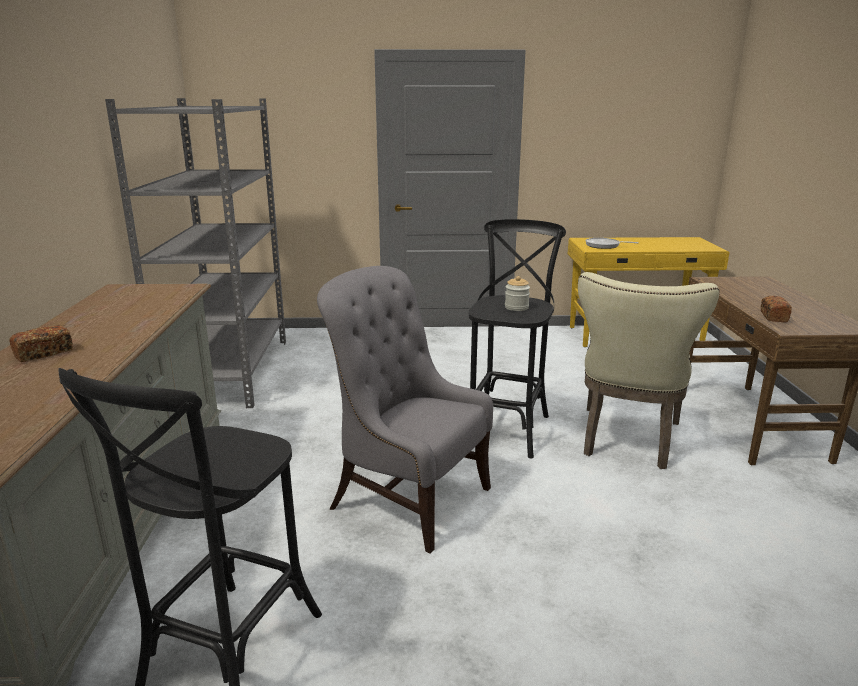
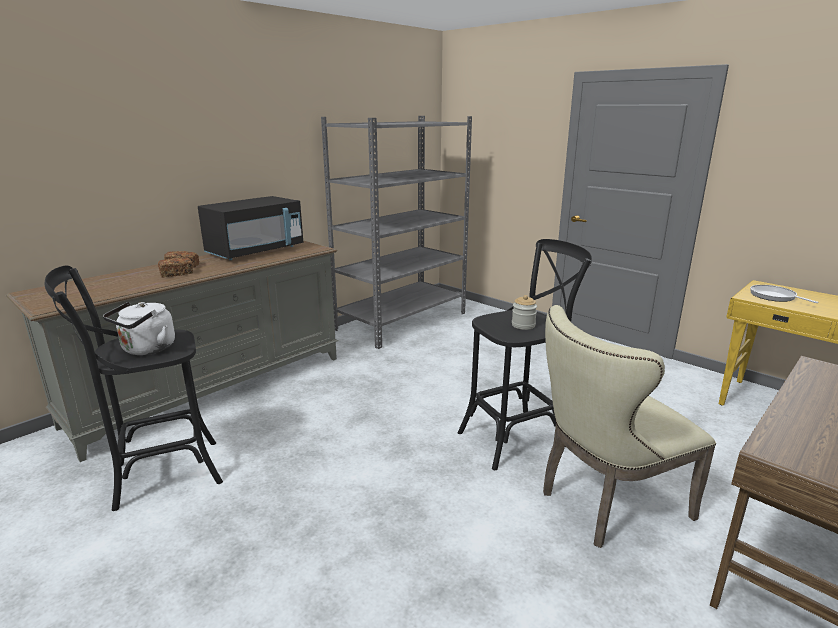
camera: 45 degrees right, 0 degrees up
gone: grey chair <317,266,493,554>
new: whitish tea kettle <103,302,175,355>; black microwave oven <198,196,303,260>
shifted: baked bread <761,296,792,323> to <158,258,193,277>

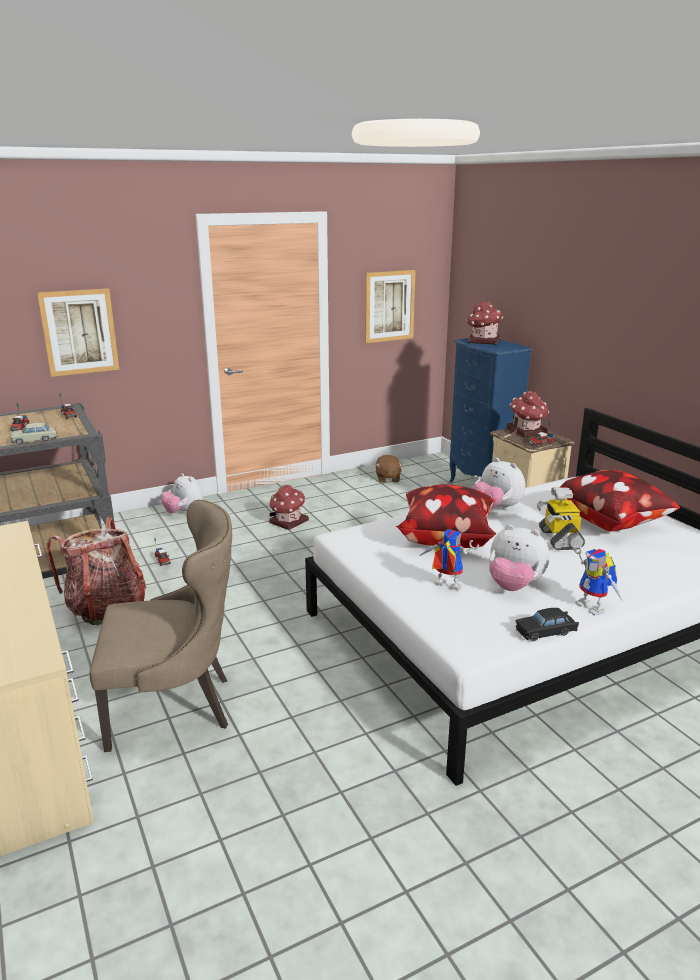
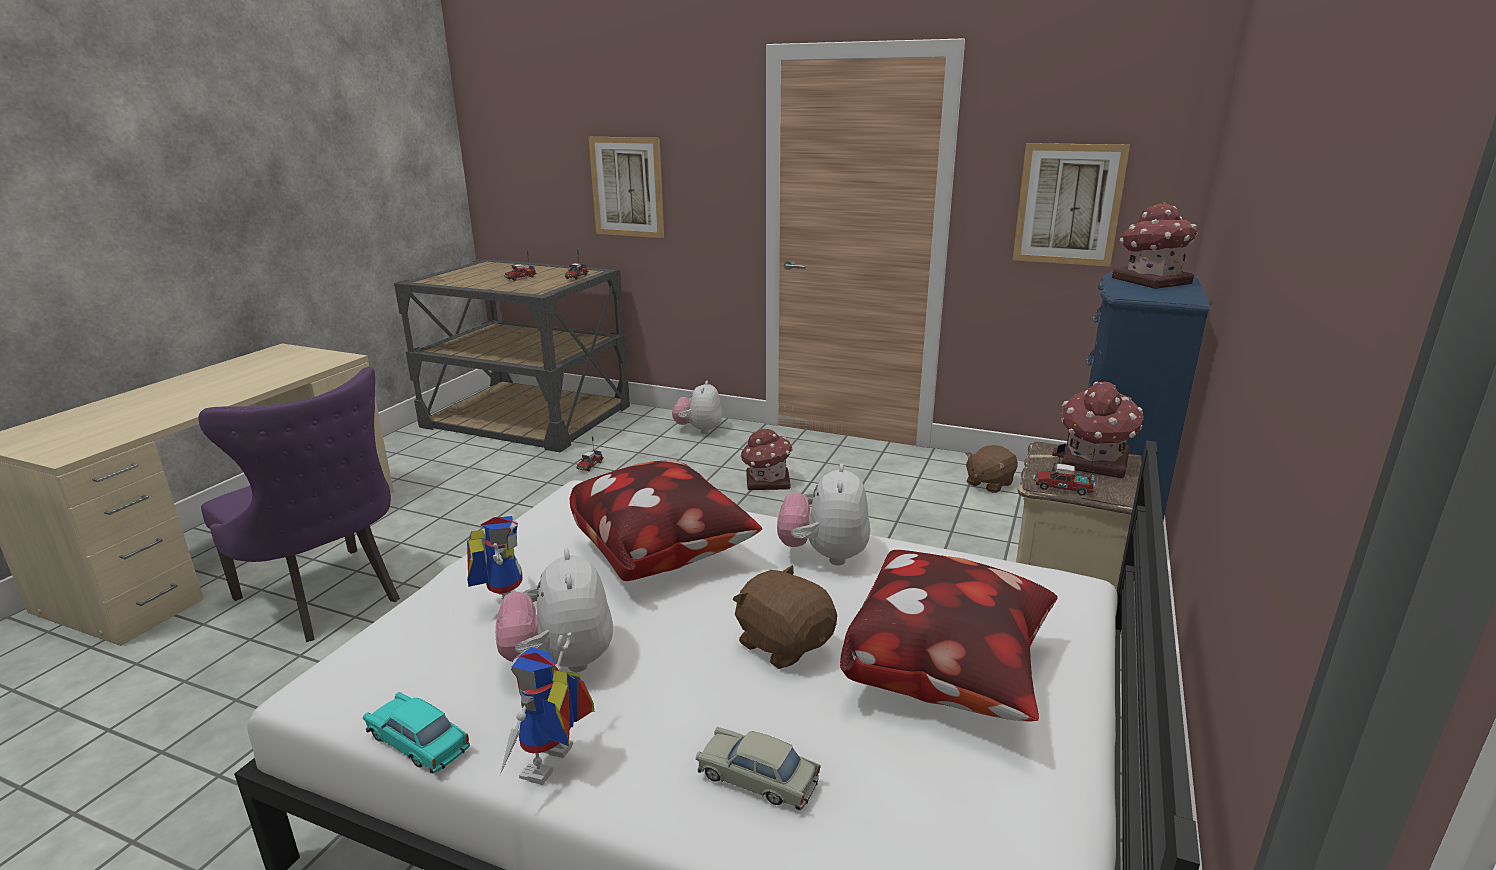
camera: 50 degrees right, 0 degrees up
gone: knapsack <47,516,146,625>
shifted: beige toy car <11,423,57,445> to <696,727,821,810>
swapped: model robot <537,487,585,550> to brown plush toy <733,565,837,669>
repainted: beige chair <90,500,232,752> to purple chair <199,367,400,642>; black toy car <516,608,579,641> to turquoise toy car <363,692,470,774>

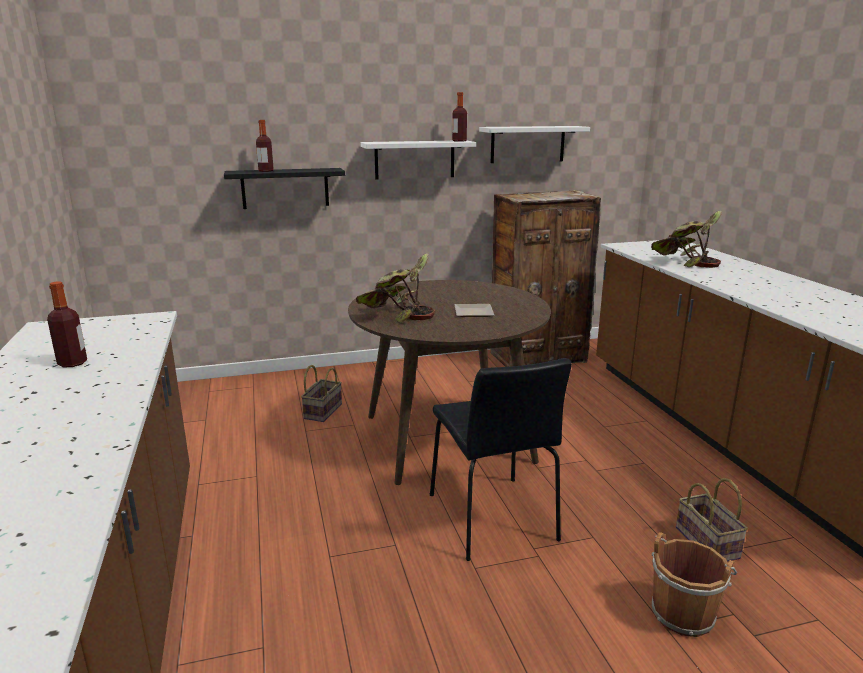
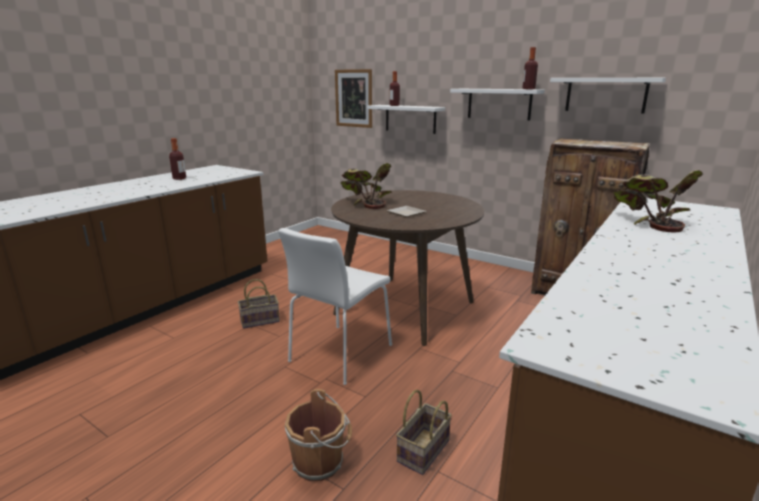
camera: 50 degrees right, 0 degrees up
new: wall picture <335,69,372,128>
shifted: storage basket <301,365,342,422> to <238,279,280,329>
repainted: black chair <430,358,572,561> to whitish chair <278,228,392,385>; black bracket shelf <224,168,345,209> to whitish bracket shelf <367,105,445,134>

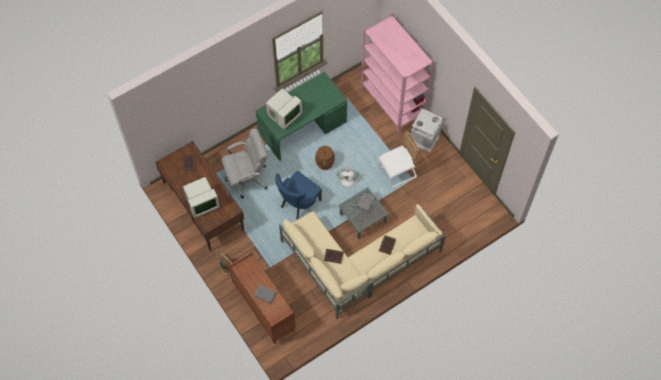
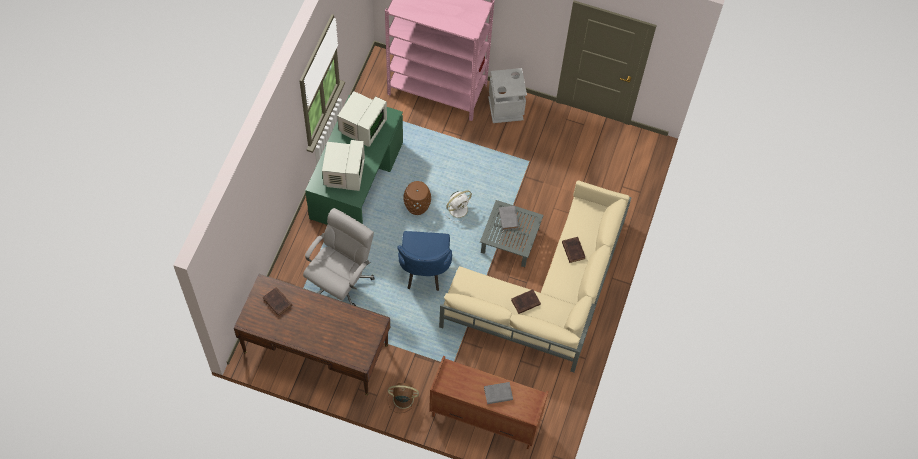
camera: 40 degrees left, 0 degrees up
gone: whitish chair <379,131,419,188>
shifted: monitor <183,177,220,218> to <337,91,387,147>

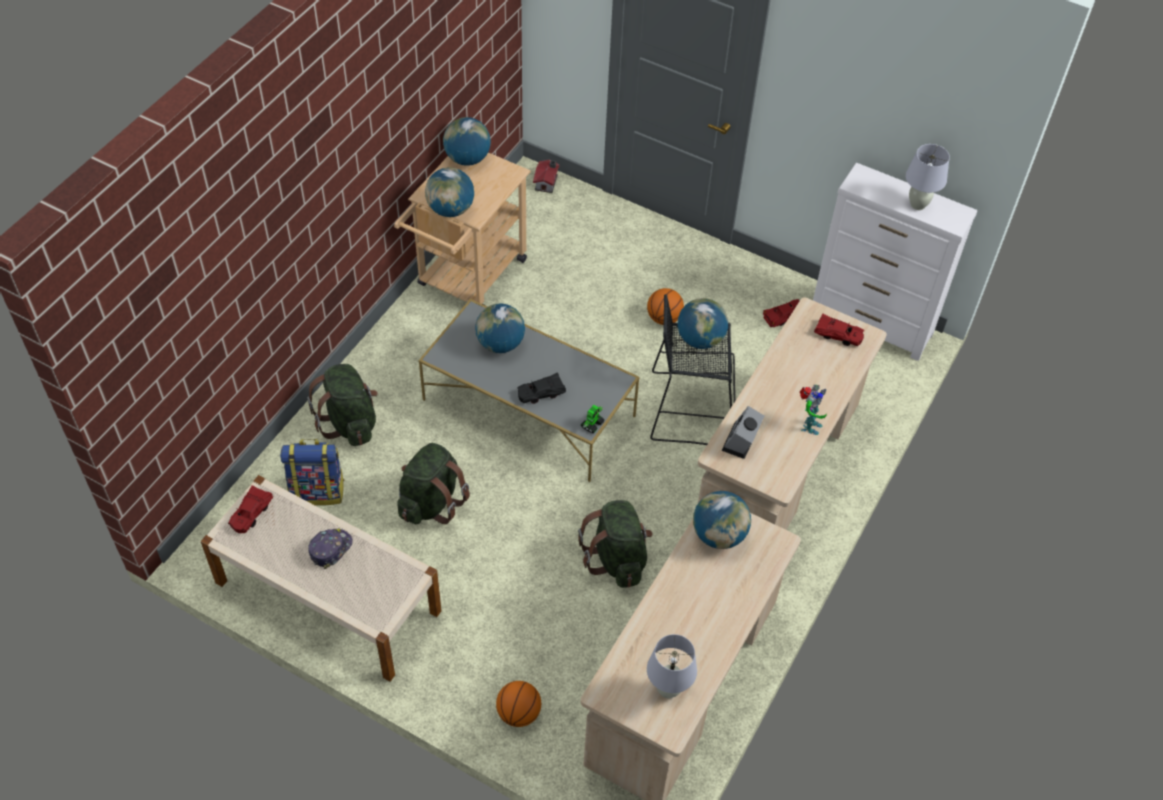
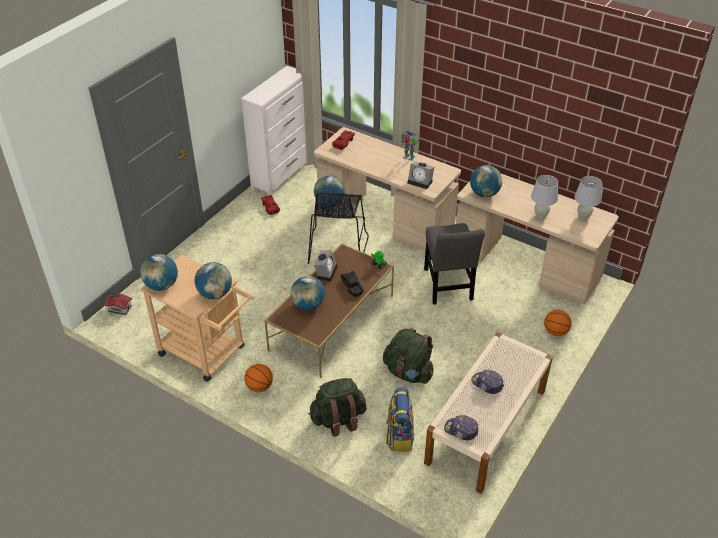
camera: 85 degrees left, 10 degrees down
new: alarm clock <314,250,338,281>
shifted: basketball <647,288,684,325> to <244,364,273,392>; whitish lamp for a table <905,144,950,210> to <531,175,558,219>
swapped: green knapsack <578,500,653,588> to grey chair <424,223,485,305>; red toy car <228,485,273,533> to baseball cap <444,415,479,440>
repainted: grey low table <418,299,640,482> to brown low table <264,244,394,378>

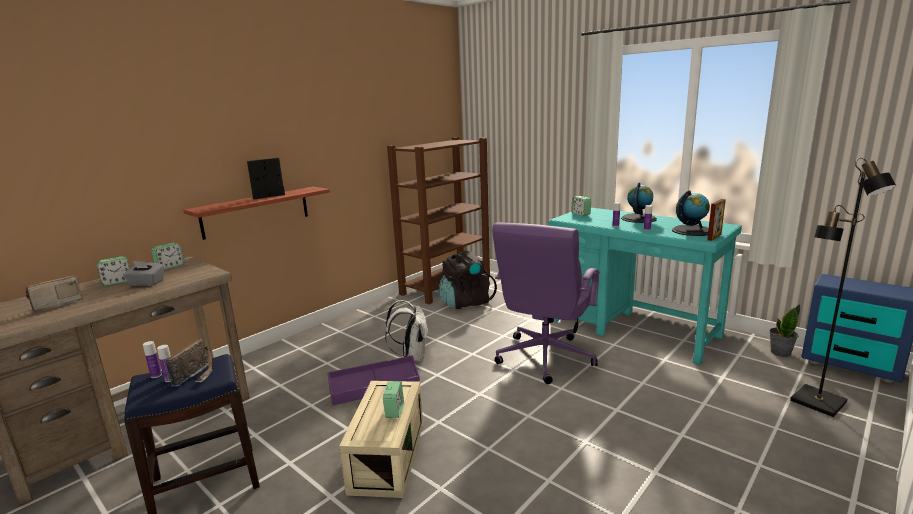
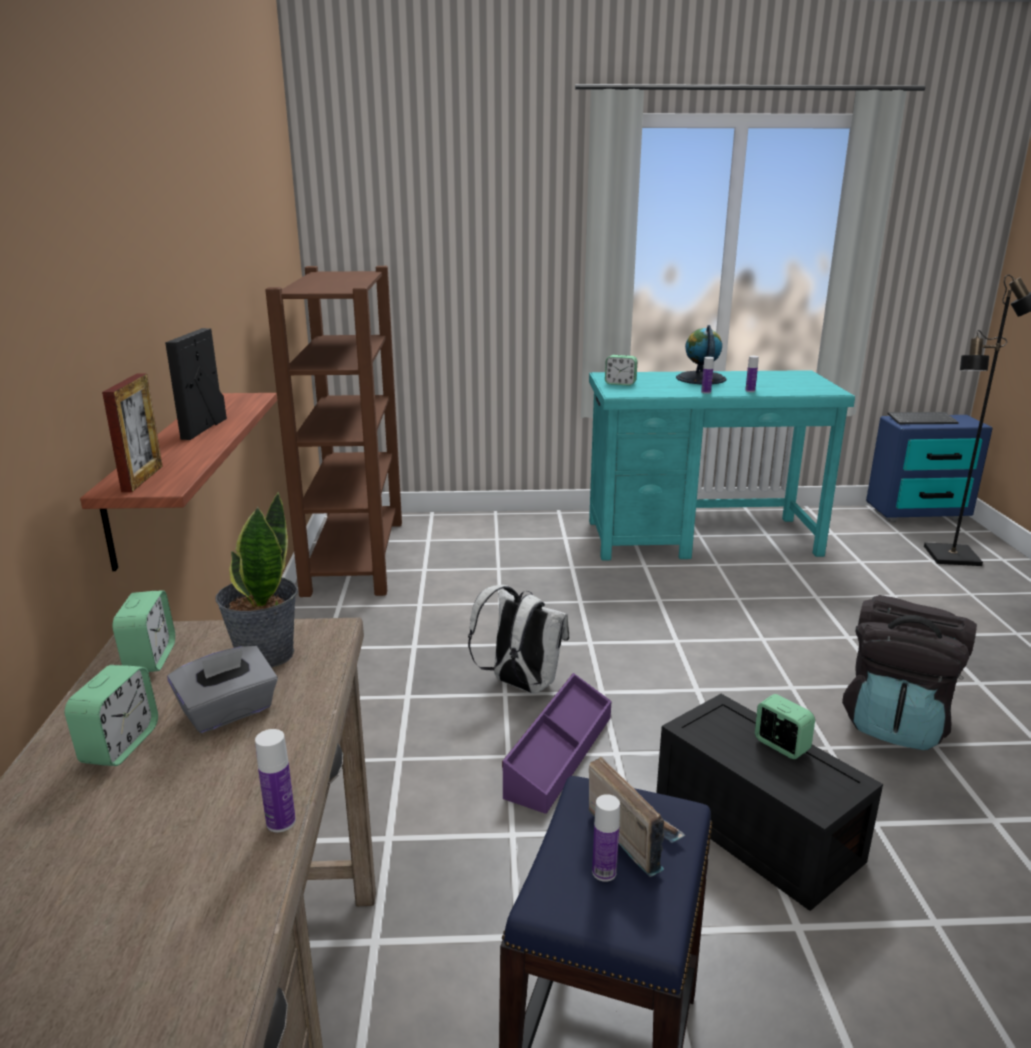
camera: 45 degrees left, 5 degrees up
gone: radio receiver <26,275,84,312>; purple office chair <492,222,600,384>; globe <672,190,710,236>
new: PC keyboard <888,412,959,424>
shifted: photo frame <707,199,726,241> to <102,374,163,492>; houseplant <769,304,800,357> to <215,491,298,668>; beverage bottle <143,341,162,378> to <255,729,296,832>; black knapsack <439,251,497,309> to <842,595,977,750>
repainted: beige storage bin <339,381,423,498> to black storage bin <656,694,883,911>

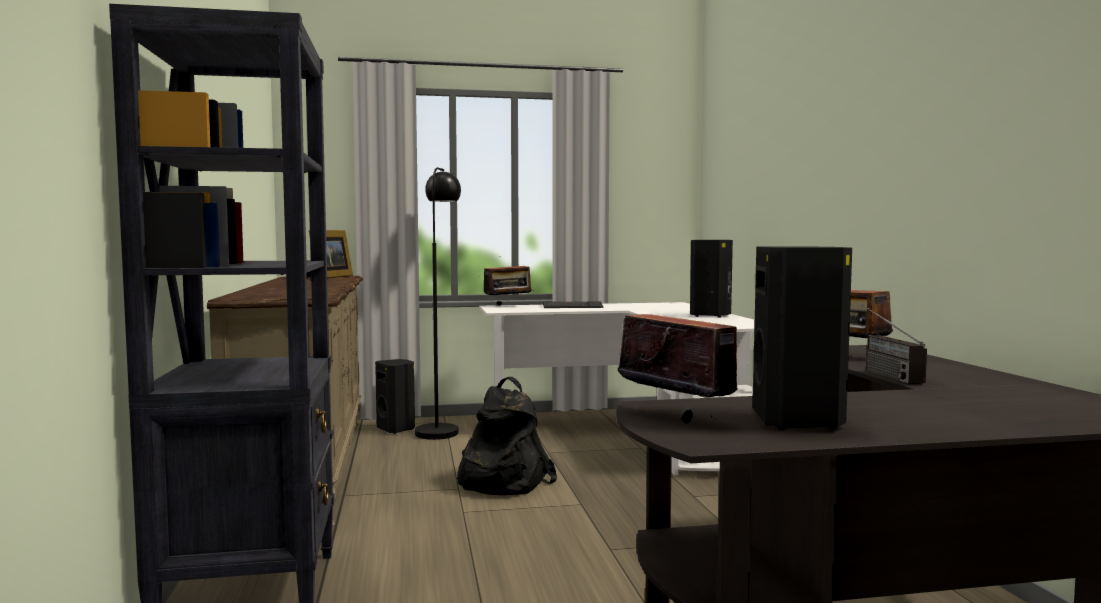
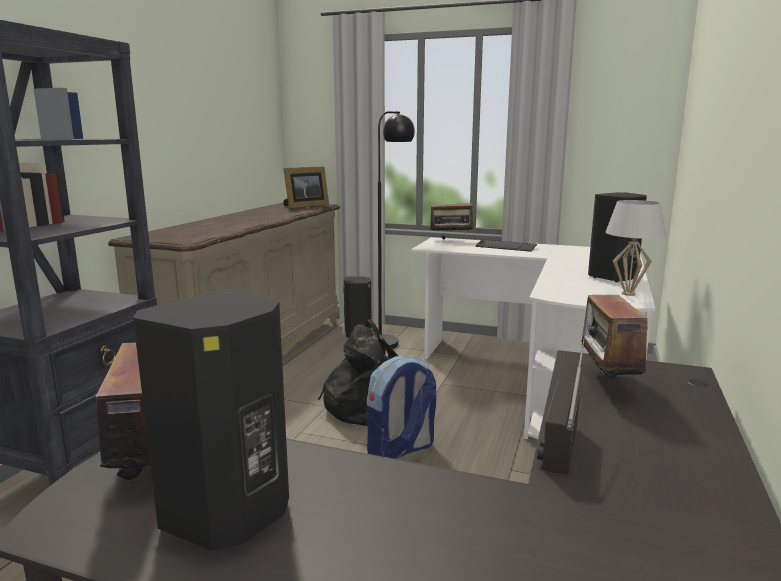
camera: 30 degrees right, 10 degrees up
new: knapsack <367,356,436,459>; whitish lamp for a table <606,200,666,296>

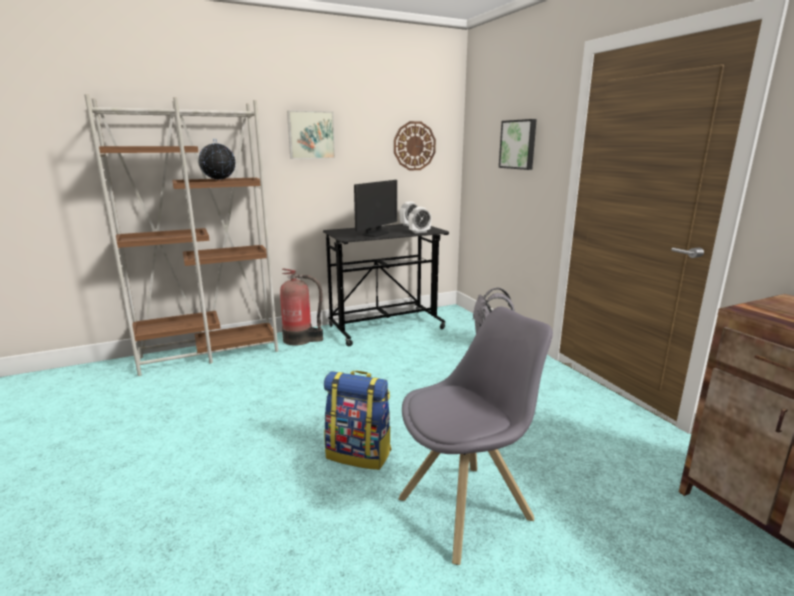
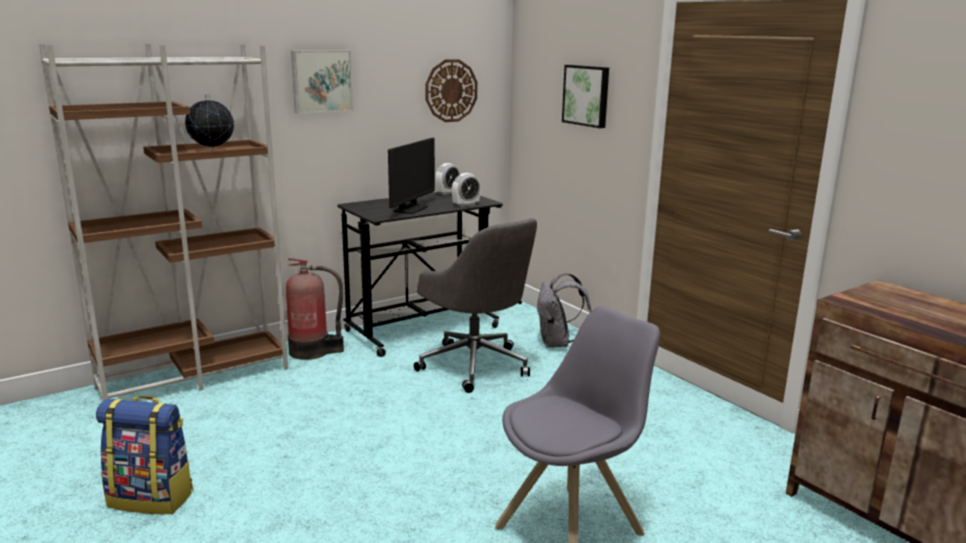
camera: 10 degrees left, 0 degrees up
new: grey office chair <414,218,537,393>
shifted: knapsack <324,371,391,470> to <96,396,193,514>

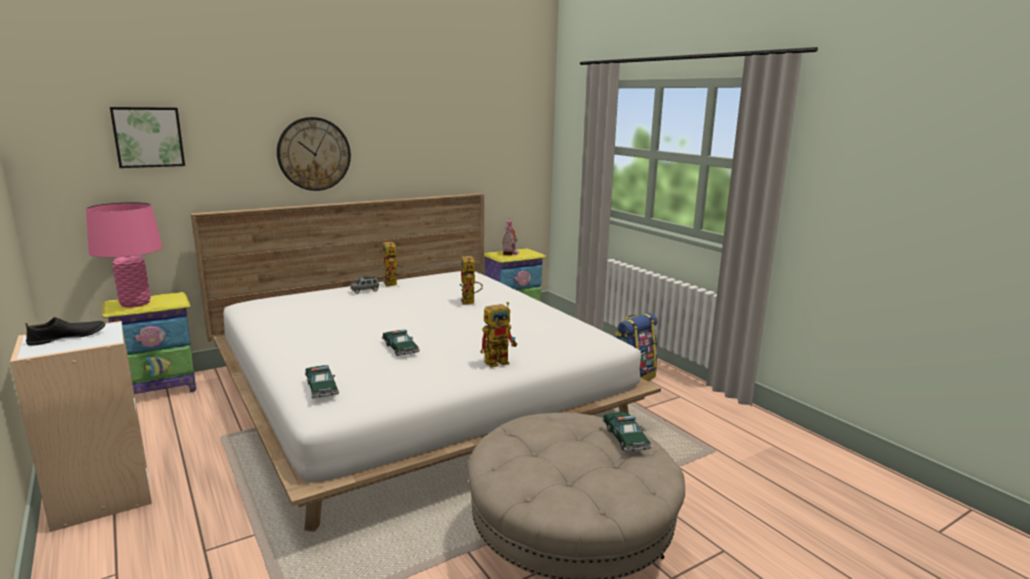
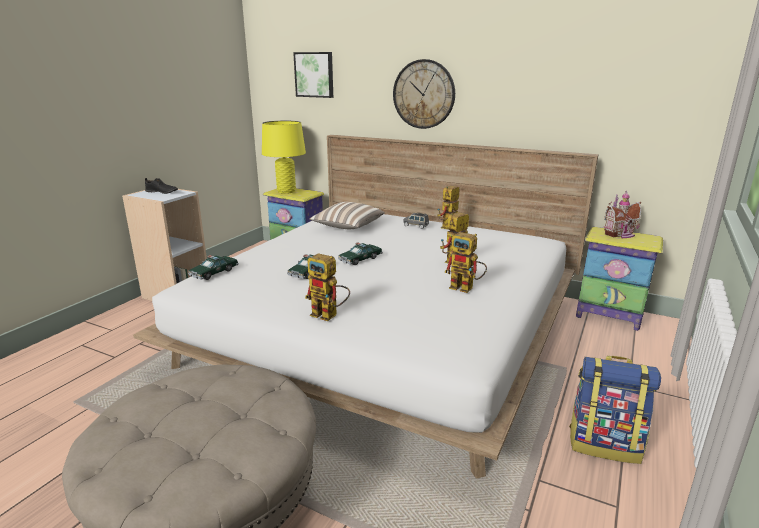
camera: 60 degrees right, 5 degrees up
new: cushion <310,202,385,229>; model robot <444,232,487,293>
shifted: toy car <602,412,652,452> to <338,242,382,265>
repainted: pink lamp for a table <86,202,163,307> to yellowish lamp for a table <262,121,306,194>

